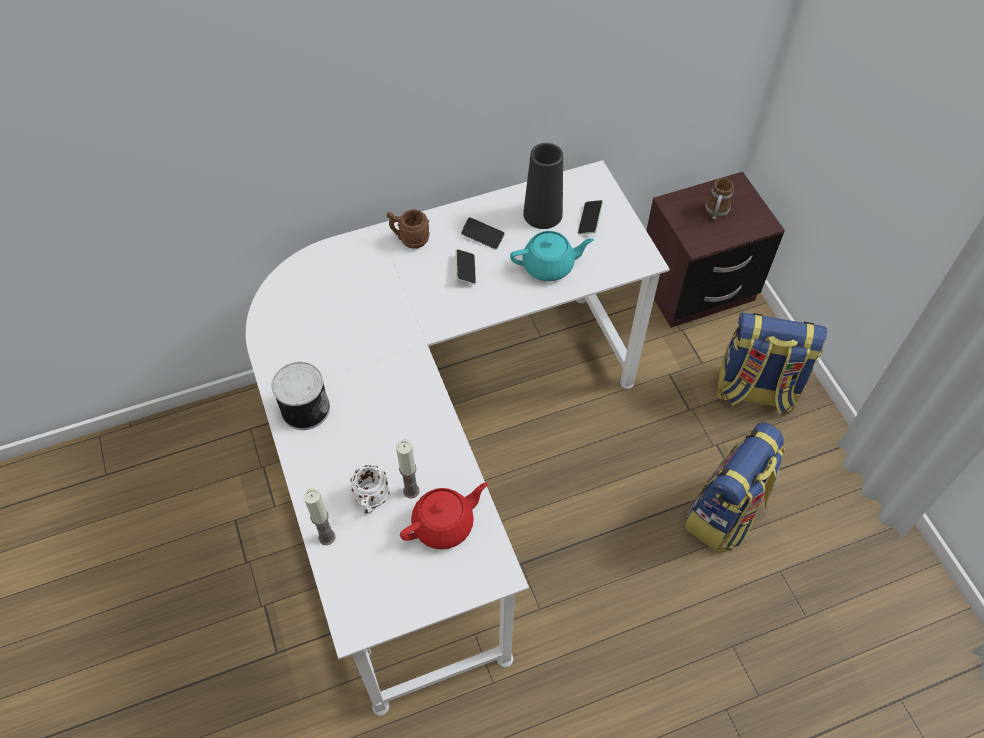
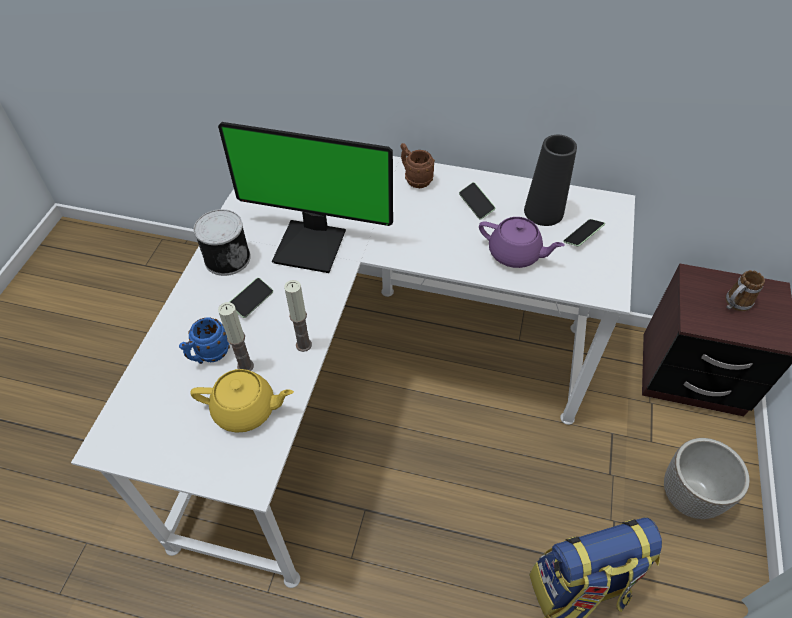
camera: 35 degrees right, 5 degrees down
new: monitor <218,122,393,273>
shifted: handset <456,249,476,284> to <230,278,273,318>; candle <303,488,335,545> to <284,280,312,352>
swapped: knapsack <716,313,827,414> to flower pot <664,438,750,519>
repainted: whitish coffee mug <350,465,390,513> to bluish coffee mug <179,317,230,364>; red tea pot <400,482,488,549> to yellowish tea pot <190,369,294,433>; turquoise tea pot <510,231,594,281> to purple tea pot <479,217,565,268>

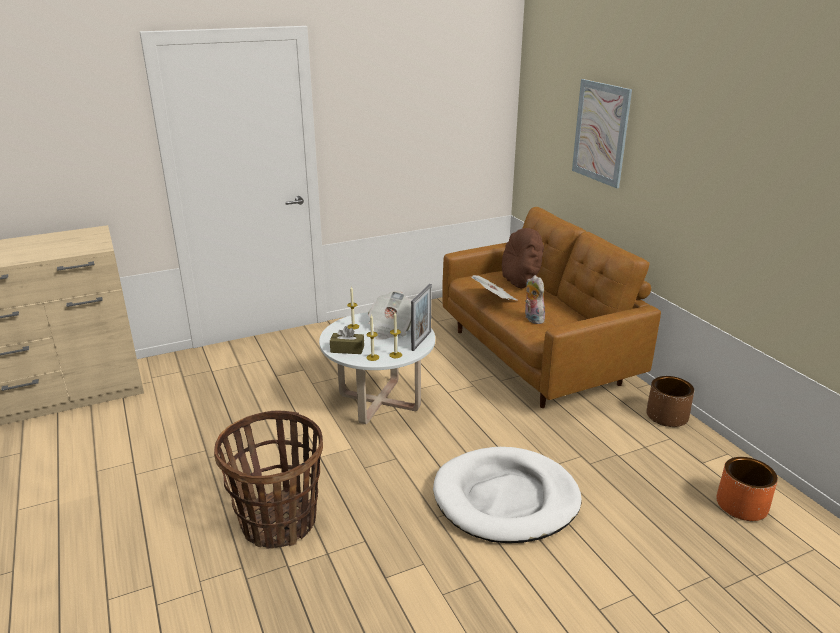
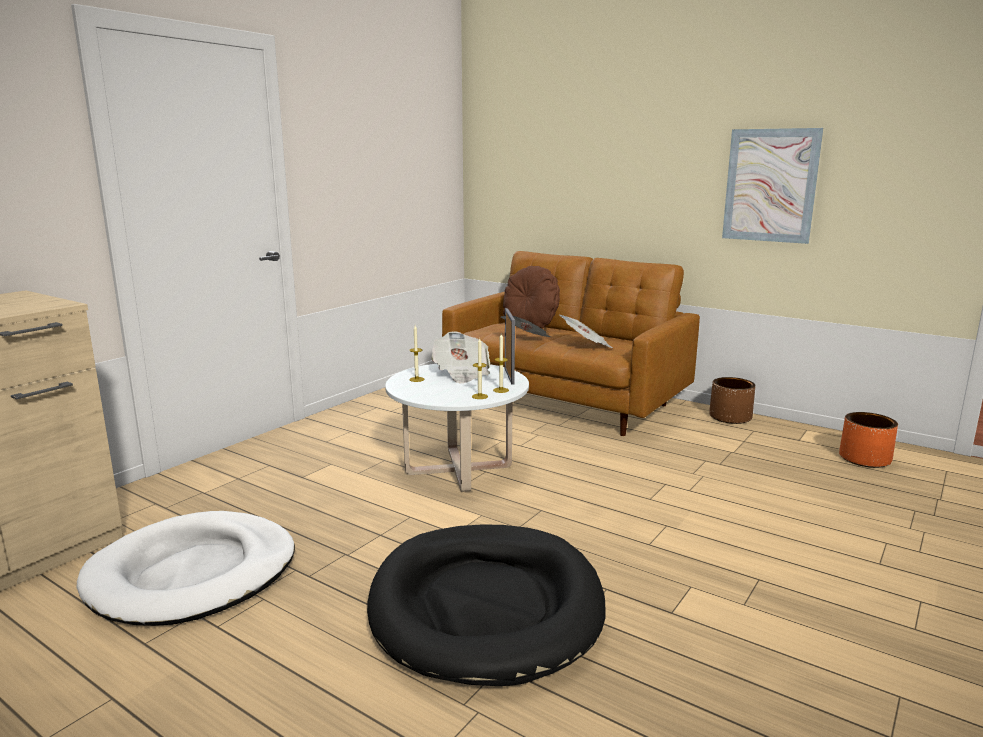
camera: 30 degrees left, 10 degrees down
gone: brown tissue box <330,326,364,354>
shifted: whitish dog bed <433,447,582,543> to <76,511,295,626>; wall picture <572,79,632,188> to <722,128,823,244>
swapped: storage basket <214,411,323,549> to black dog bed <367,525,605,686>; plush toy <525,275,547,324> to printed paper <559,315,612,348>

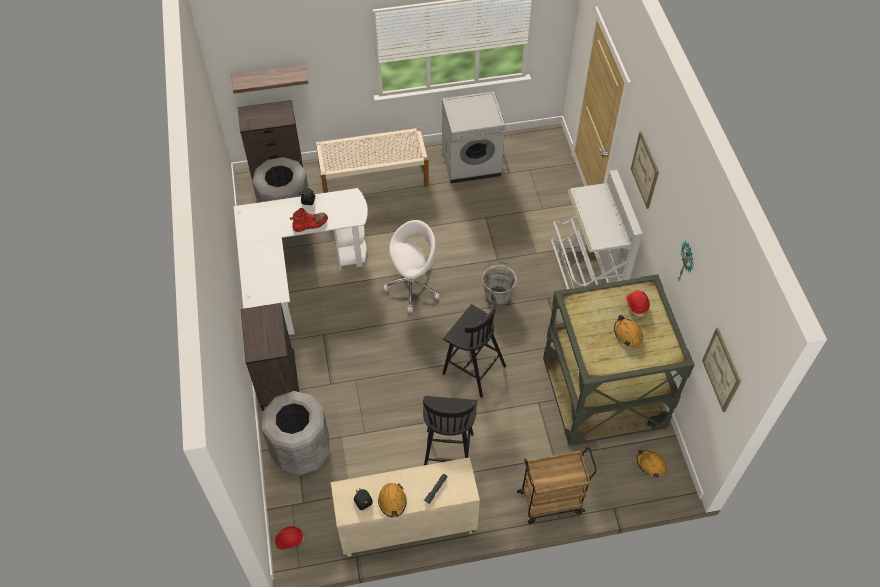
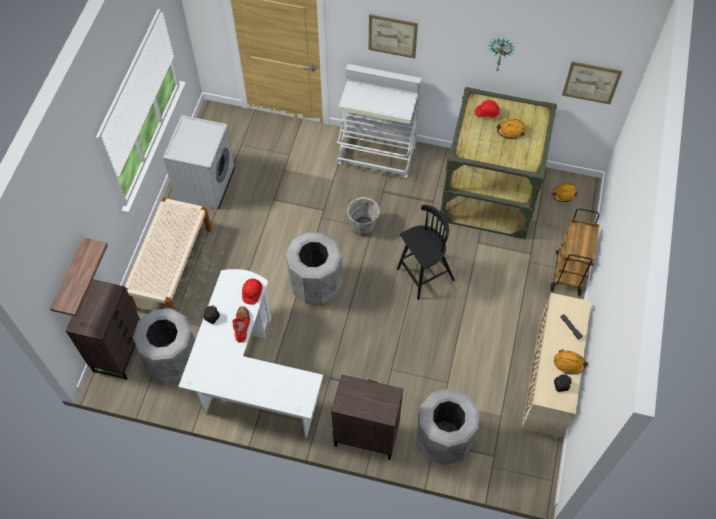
camera: 65 degrees left, 5 degrees up
gone: black stool seat <423,396,477,465>
shifted: red hard hat <275,526,304,549> to <242,279,262,305>
swapped: whitish office chair <383,220,440,313> to grey rubbish bin <286,232,342,305>

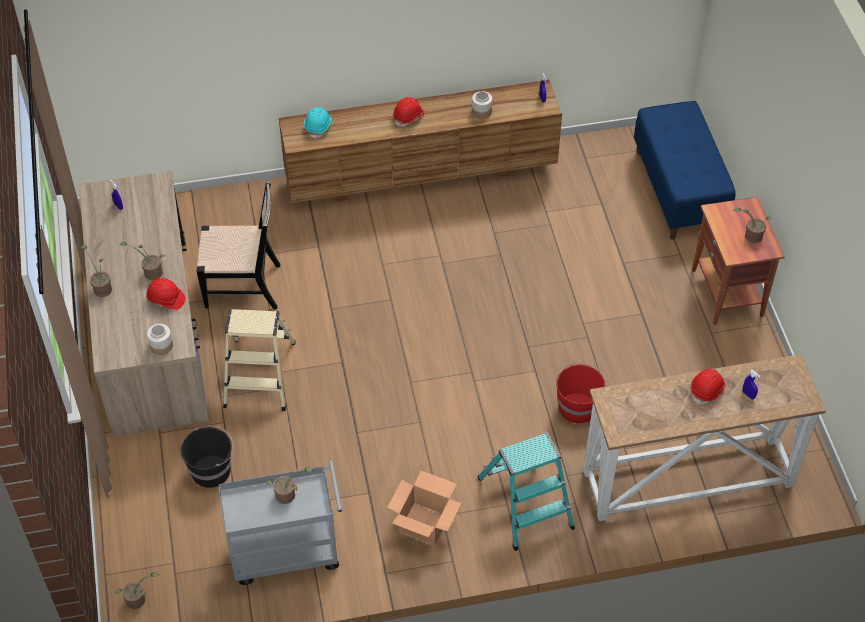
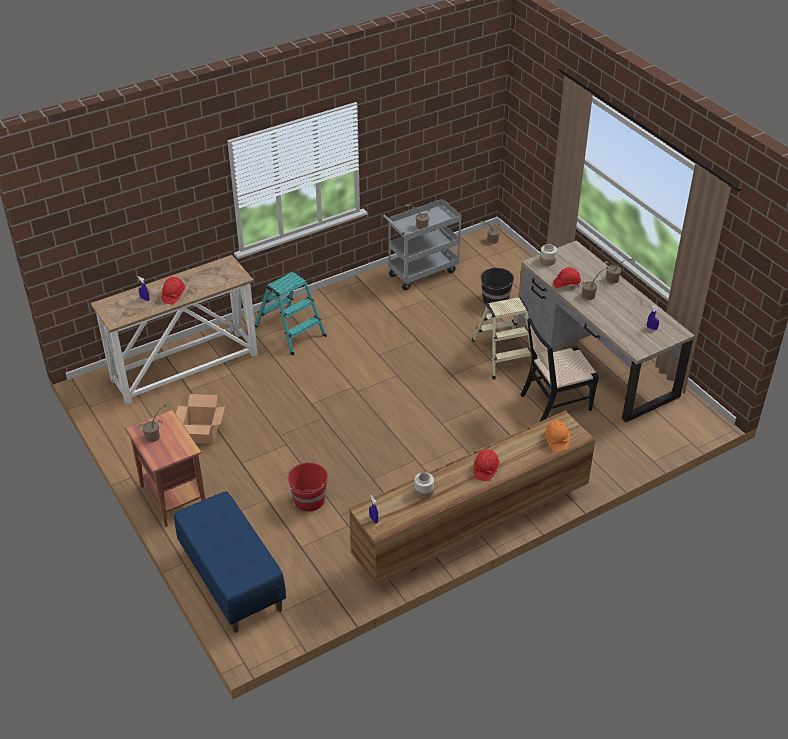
camera: 160 degrees right, 10 degrees down
shifted: packing box <387,471,462,545> to <176,394,225,444>; red water bucket <556,363,608,423> to <286,462,328,512>
repainted: turquoise hard hat <304,107,332,139> to orange hard hat <545,421,569,451>

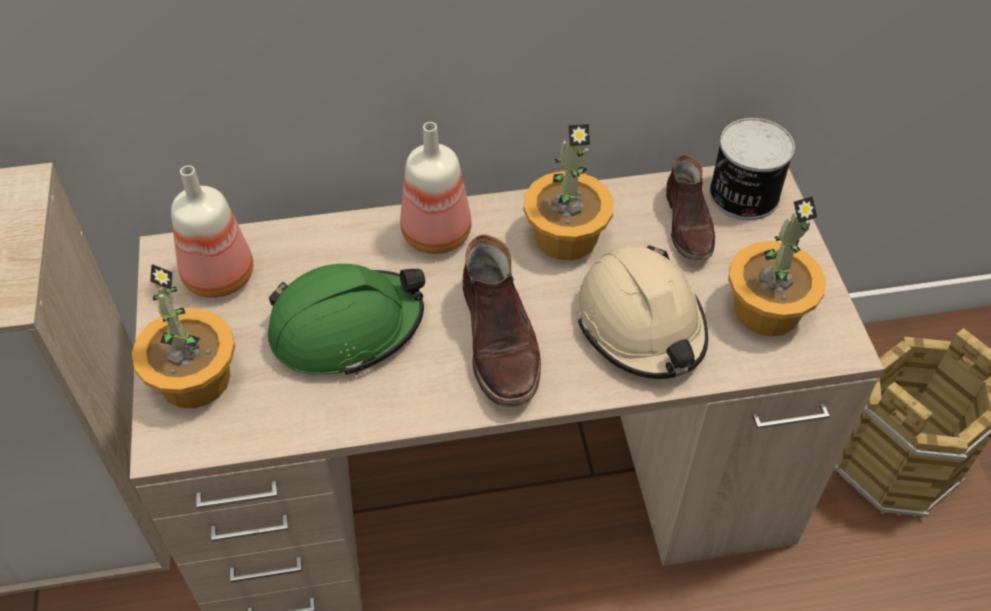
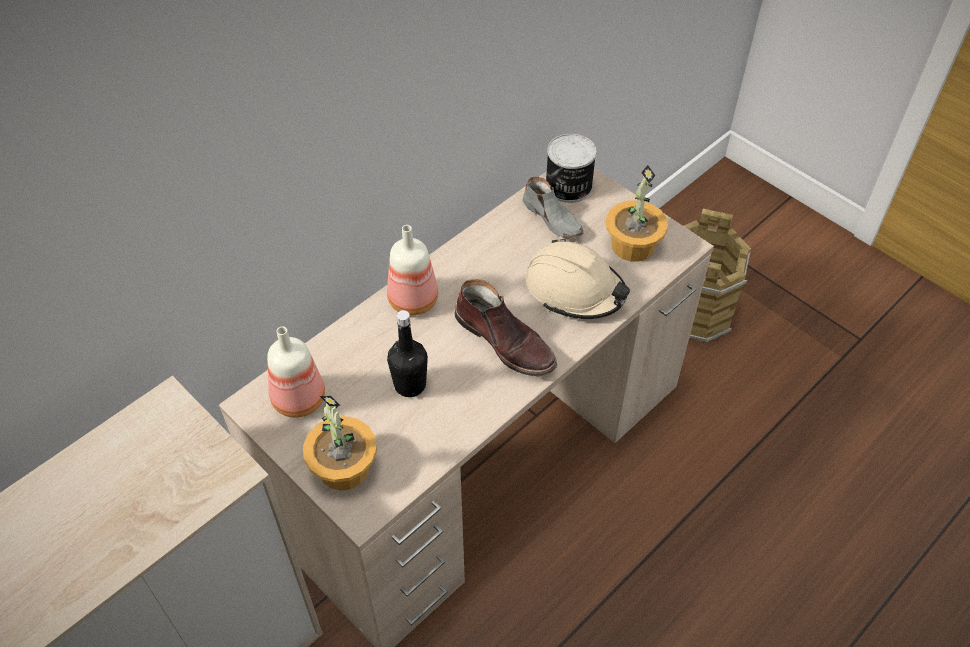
camera: 35 degrees left, 0 degrees up
gone: houseplant <523,124,614,260>
swapped: green hard hat <268,264,425,375> to black beverage bottle <387,310,428,397>
repainted: brown low shoe <666,155,715,261> to grey low shoe <522,177,583,239>

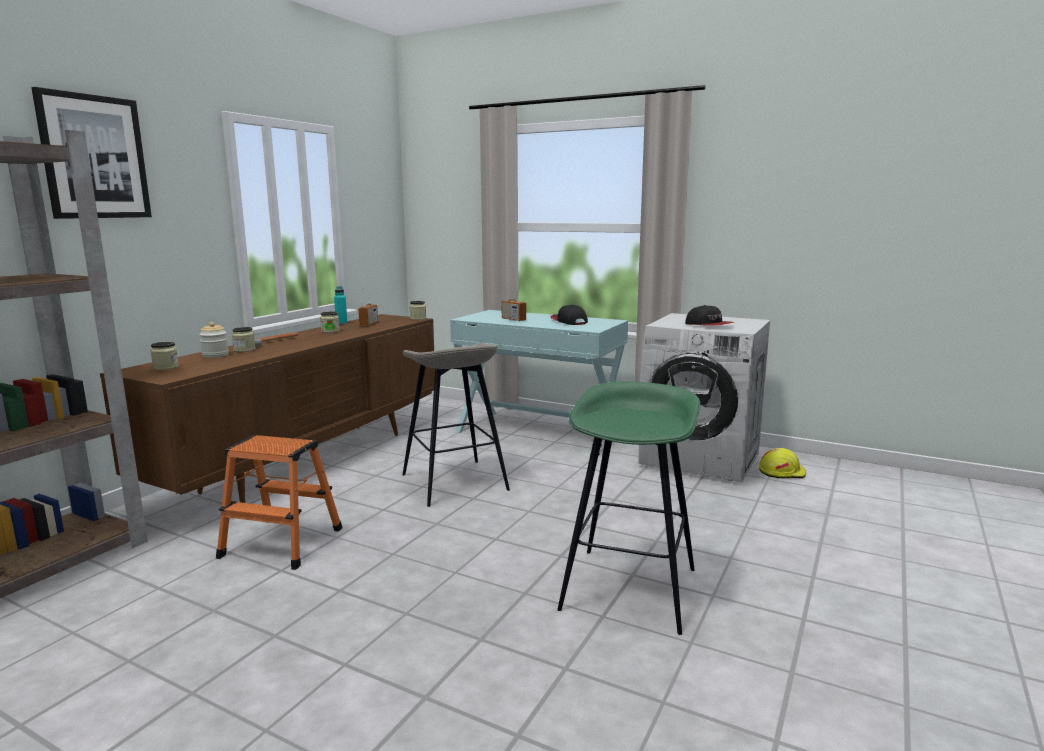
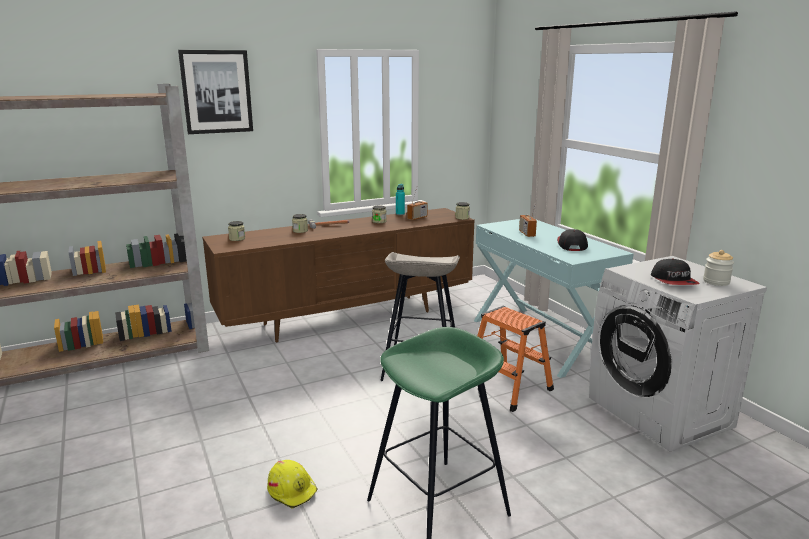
camera: 35 degrees right, 5 degrees up
shifted: yellowish hard hat <759,448,806,478> to <267,460,317,509>; orange stepladder <216,434,343,570> to <477,306,554,412>; preserve jar <199,322,229,358> to <703,250,734,286>

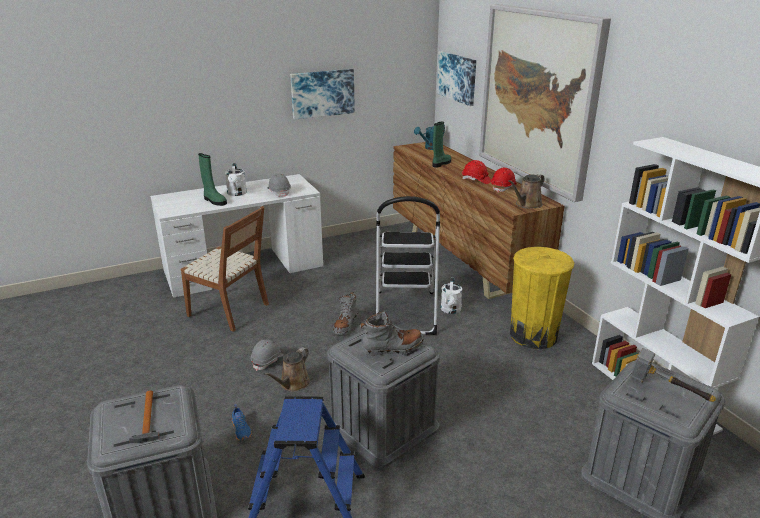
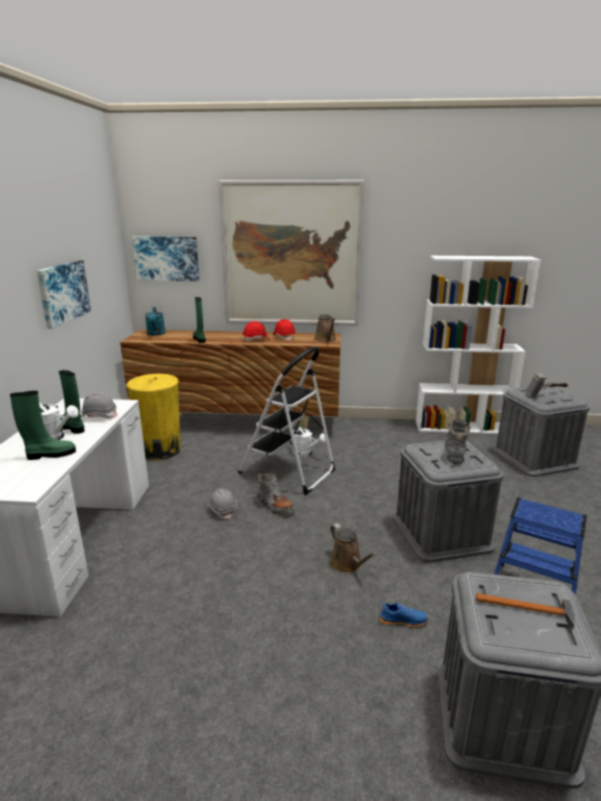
camera: 60 degrees left, 5 degrees down
gone: chair <180,206,269,332>
new: green high-top boot <59,370,85,434>
shifted: yellowish rubbish bin <510,247,574,349> to <127,374,181,460>; grey hard hat <250,339,284,371> to <208,489,237,519>

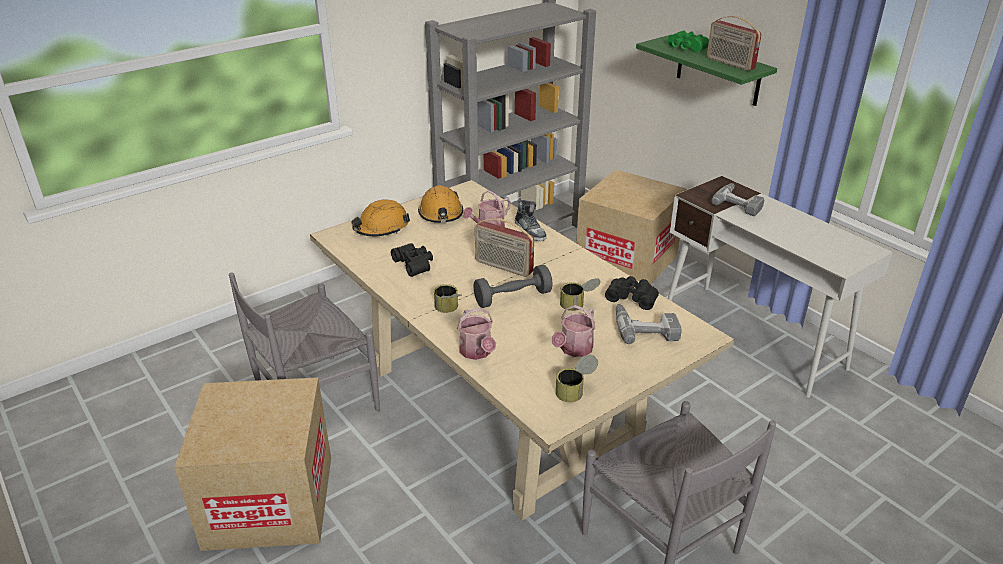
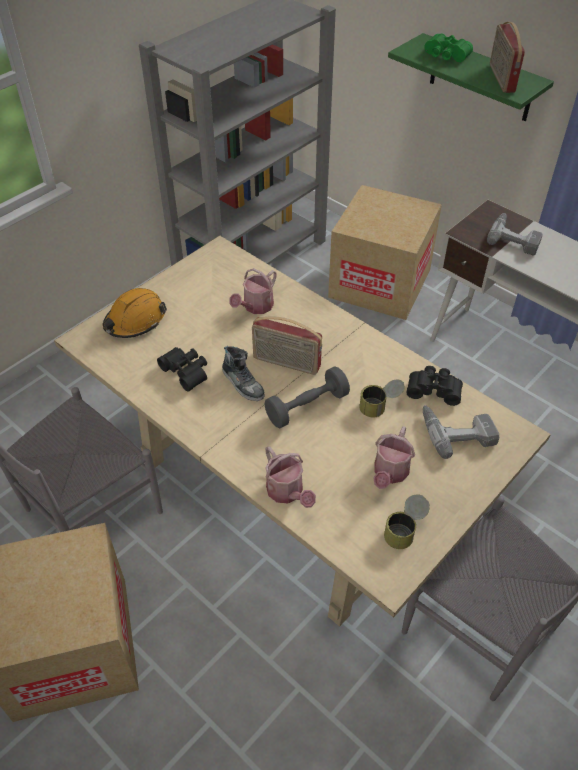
camera: 10 degrees left, 15 degrees up
gone: orange hard hat <418,185,463,223>; can <434,284,462,313>
shifted: low shoe <515,200,546,241> to <222,346,265,401>
rotated: radio receiver <707,16,762,71> = <490,22,525,93> 45 degrees clockwise

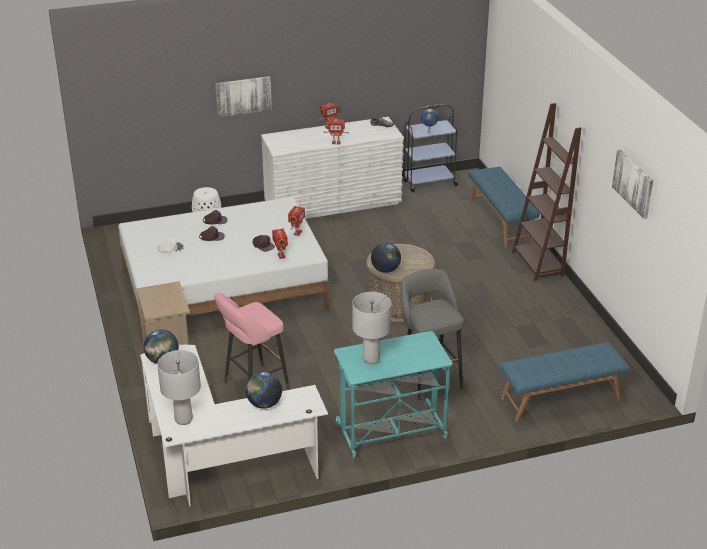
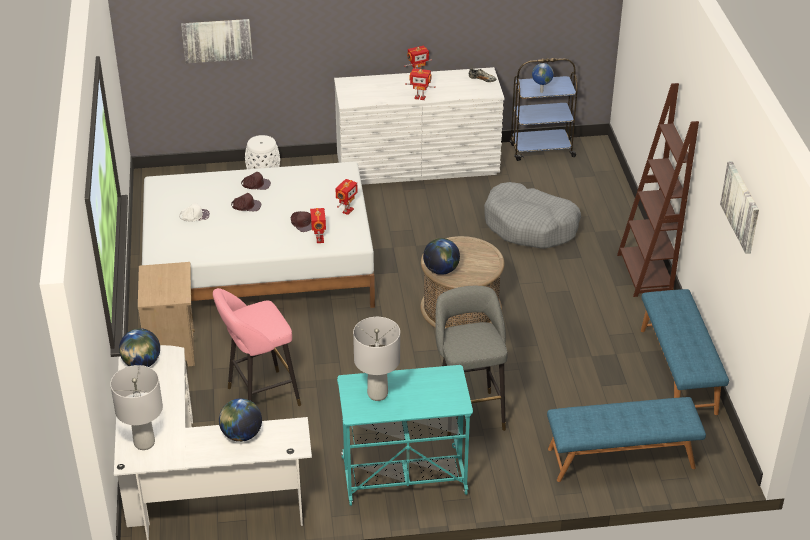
camera: 10 degrees right, 5 degrees up
new: grey dog bed <484,182,581,249>
shifted: wall picture <215,76,272,117> to <181,19,253,64>; bluish long seat <469,167,540,248> to <641,289,729,415>

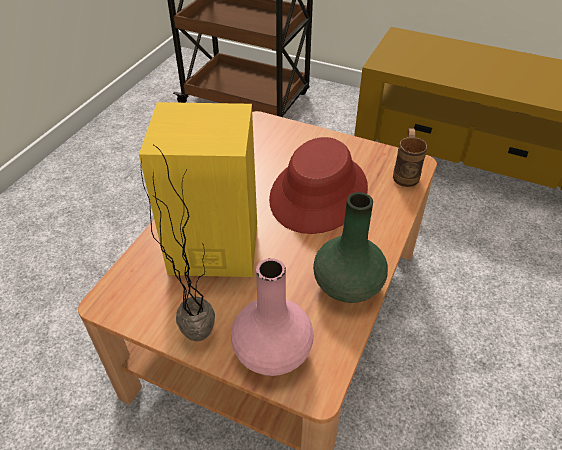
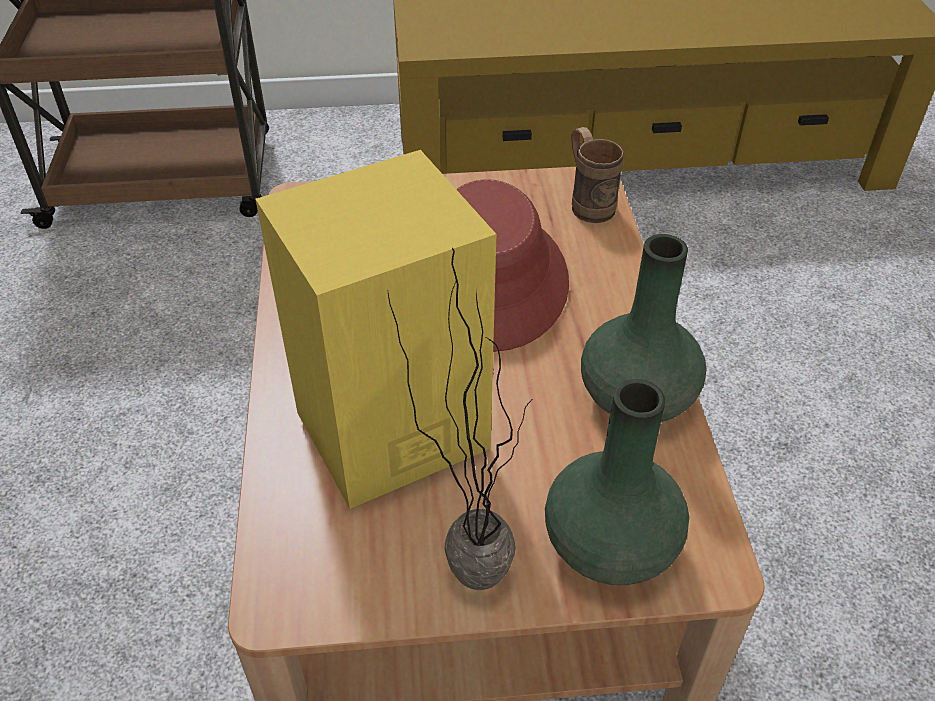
camera: 30 degrees left, 0 degrees up
repainted: pink vase <231,258,314,376> to green vase <545,379,689,585>

